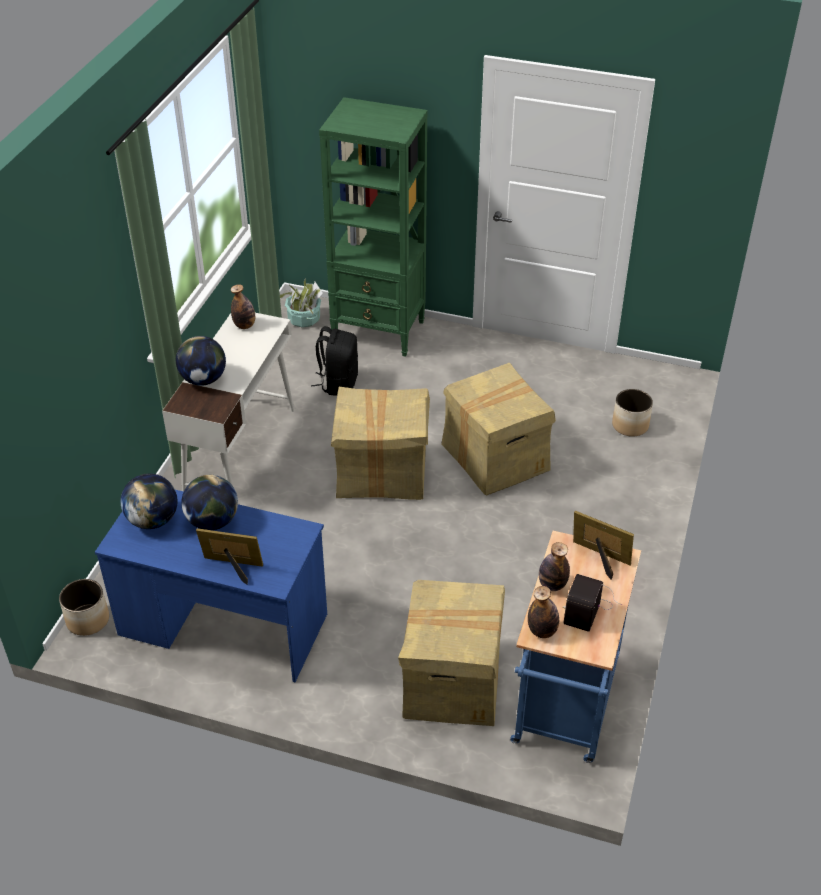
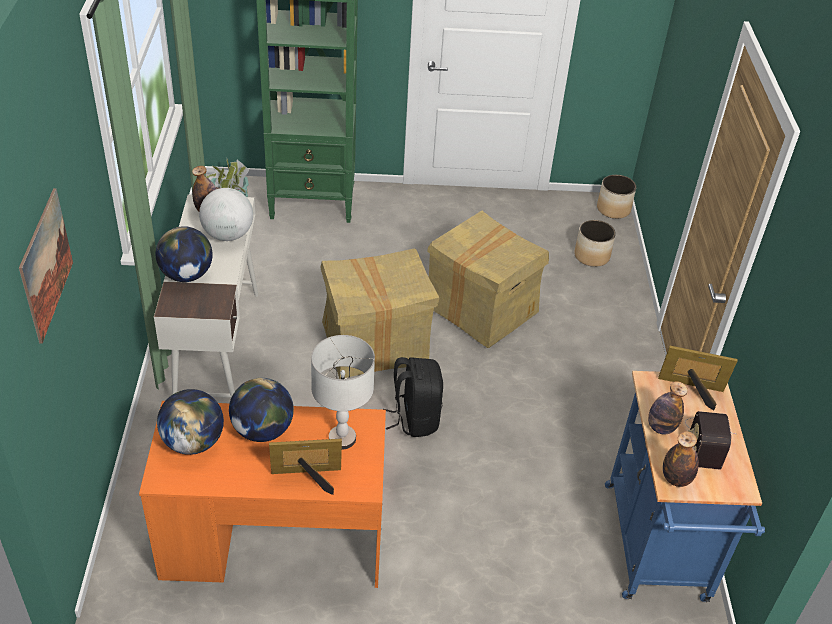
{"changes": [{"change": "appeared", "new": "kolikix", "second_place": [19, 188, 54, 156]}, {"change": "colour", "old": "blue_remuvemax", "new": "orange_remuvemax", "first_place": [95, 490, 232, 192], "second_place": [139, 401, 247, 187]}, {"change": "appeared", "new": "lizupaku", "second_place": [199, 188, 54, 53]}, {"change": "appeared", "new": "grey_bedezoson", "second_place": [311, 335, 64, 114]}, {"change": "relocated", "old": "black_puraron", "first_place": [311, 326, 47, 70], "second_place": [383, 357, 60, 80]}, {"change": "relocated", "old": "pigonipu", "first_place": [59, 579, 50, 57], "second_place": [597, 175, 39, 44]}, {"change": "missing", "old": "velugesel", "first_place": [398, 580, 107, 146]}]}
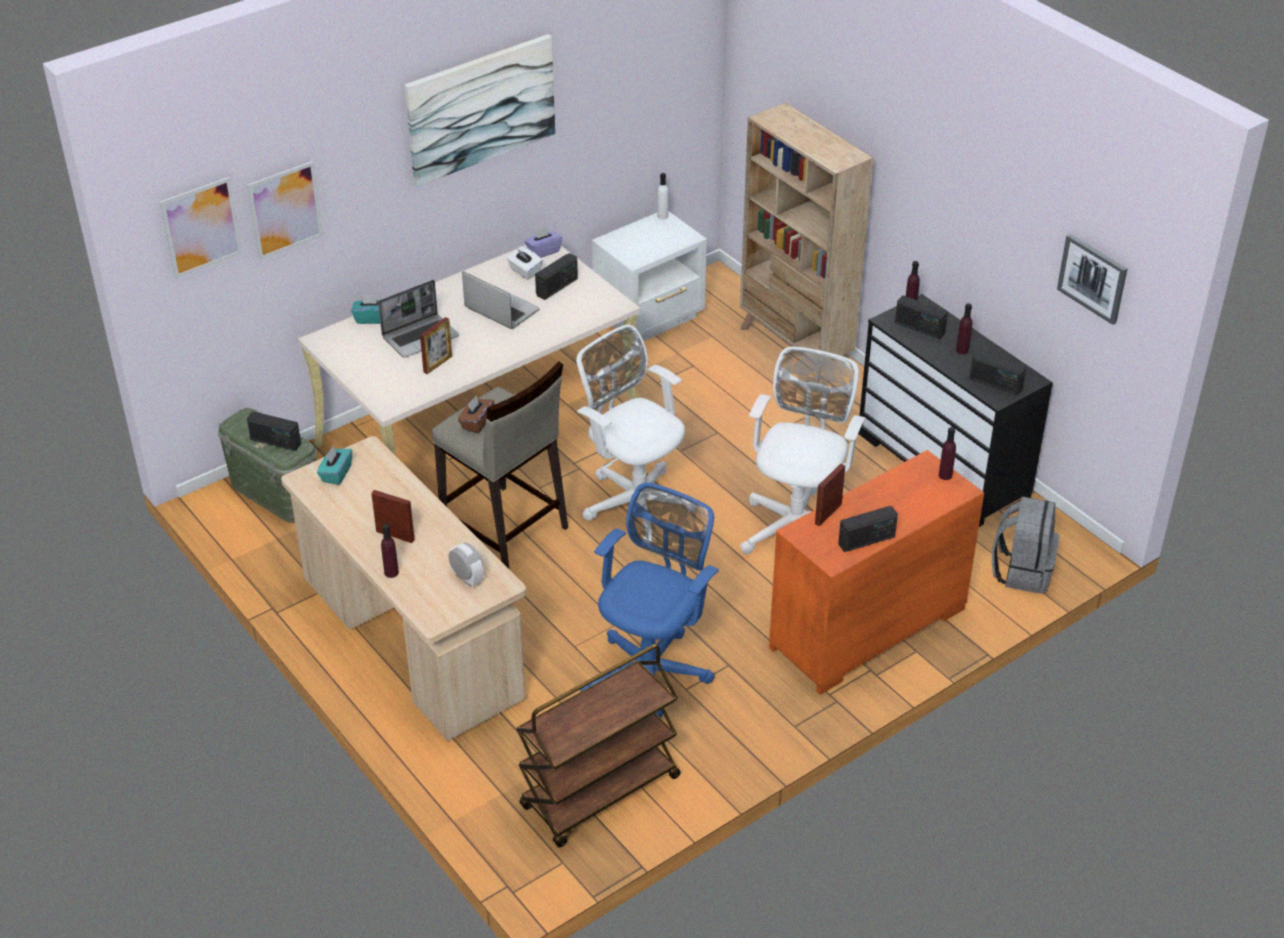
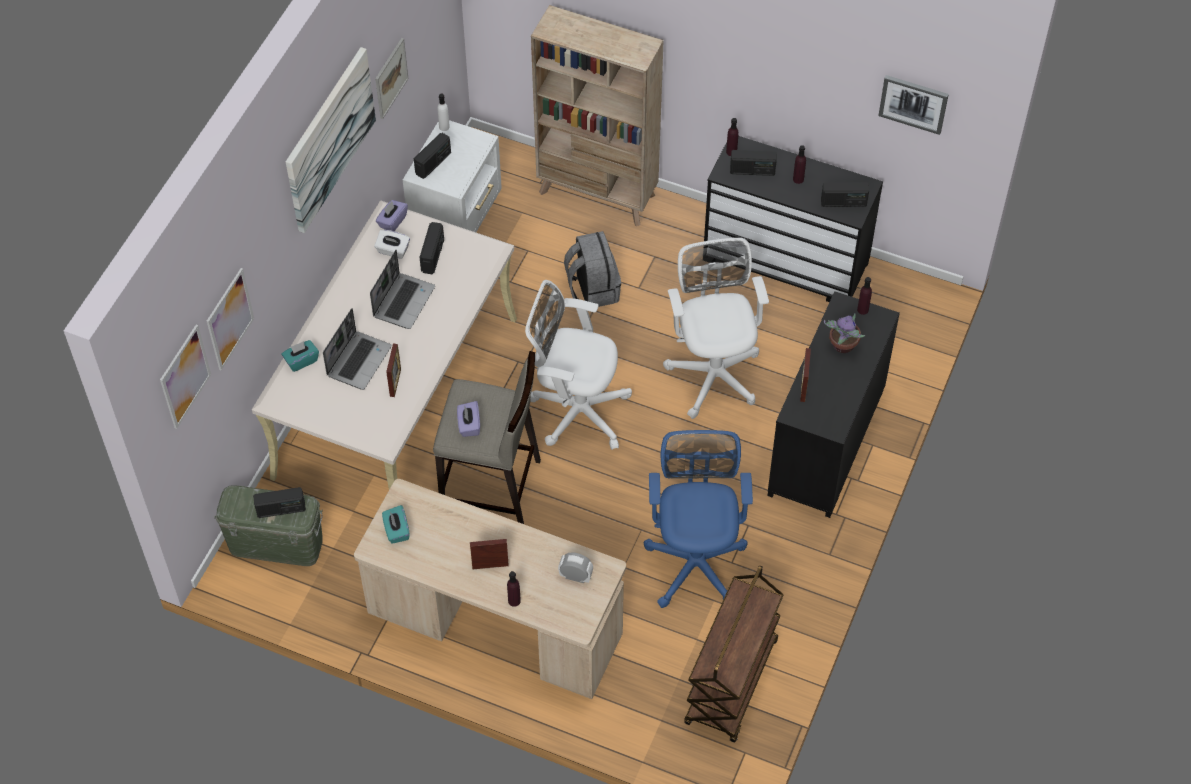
{"changes": [{"change": "spun", "old": "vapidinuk", "first_place": [462, 271, 78, 58], "second_place": [370, 250, 65, 79], "degrees": 105}, {"change": "appeared", "new": "kolikix", "second_place": [375, 38, 33, 81]}, {"change": "relocated", "old": "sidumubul", "first_place": [838, 506, 60, 46], "second_place": [414, 133, 37, 46]}, {"change": "colour", "old": "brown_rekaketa", "new": "purple_rekaketa", "first_place": [458, 396, 36, 37], "second_place": [457, 401, 23, 36]}, {"change": "relocated", "old": "grey_puraron", "first_place": [992, 496, 67, 98], "second_place": [564, 231, 57, 76]}, {"change": "colour", "old": "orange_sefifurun", "new": "black_sefifurun", "first_place": [769, 450, 215, 245], "second_place": [768, 291, 132, 227]}, {"change": "appeared", "new": "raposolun", "second_place": [824, 314, 41, 39]}]}
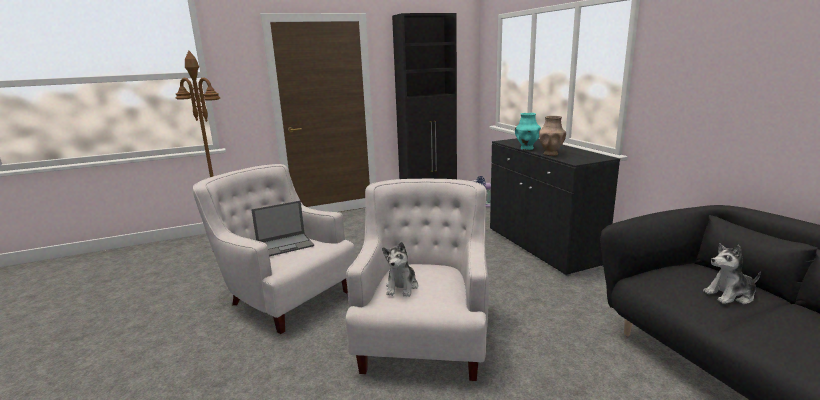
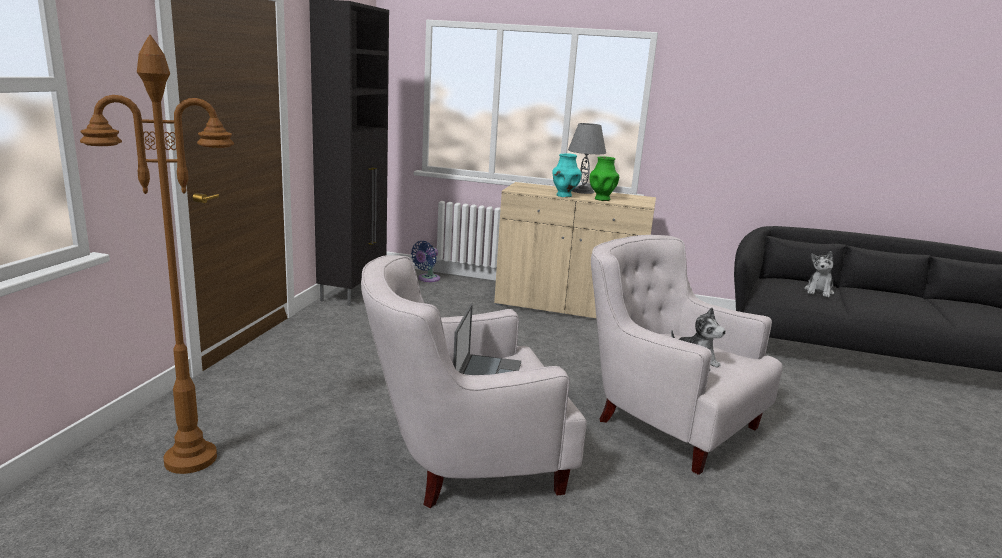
{"changes": [{"change": "colour", "old": "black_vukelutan", "new": "beige_vukelutan", "first_place": [490, 138, 130, 138], "second_place": [494, 182, 162, 136]}, {"change": "appeared", "new": "grey_bedezoson", "second_place": [568, 123, 38, 71]}, {"change": "colour", "old": "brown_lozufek", "new": "green_lozufek", "first_place": [539, 116, 27, 40], "second_place": [590, 156, 29, 45]}]}
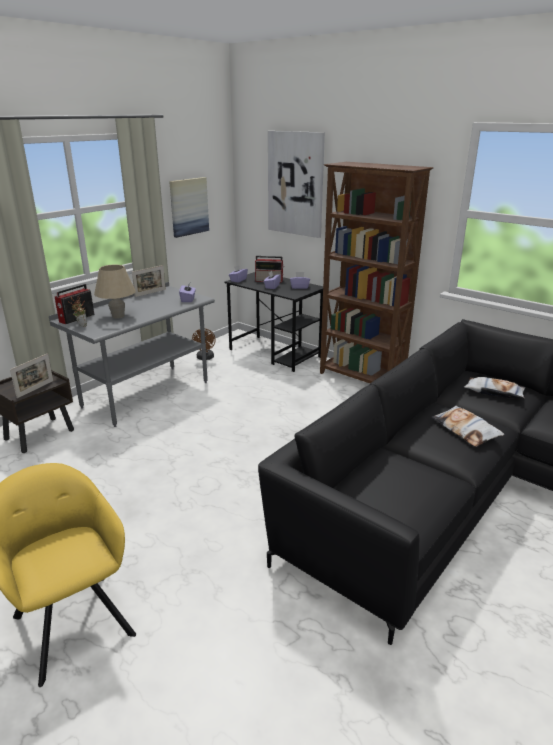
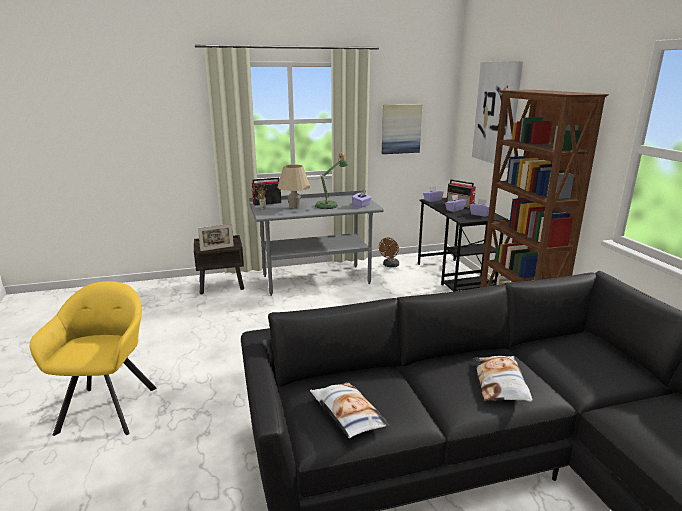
{"changes": [{"change": "relocated", "old": "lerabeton", "first_place": [464, 377, 61, 21], "second_place": [310, 383, 80, 55]}, {"change": "appeared", "new": "bedezoson", "second_place": [315, 152, 34, 57]}, {"change": "missing", "old": "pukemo", "first_place": [132, 265, 34, 32]}]}
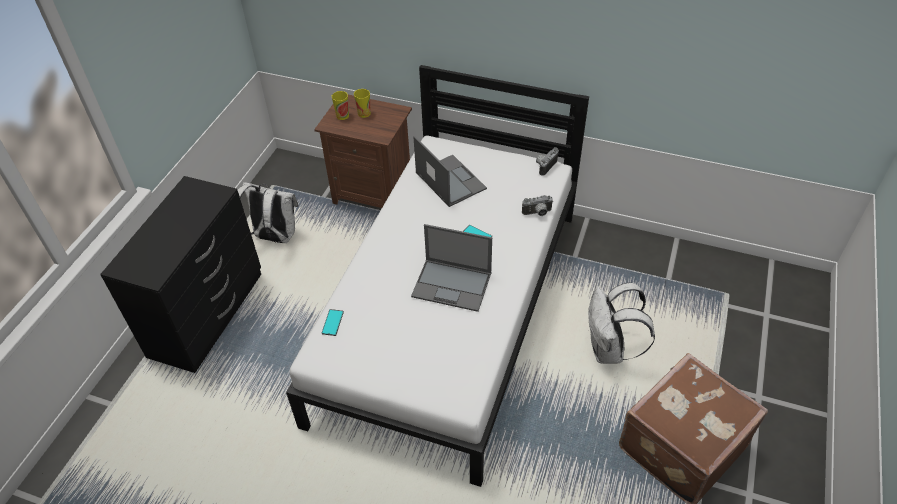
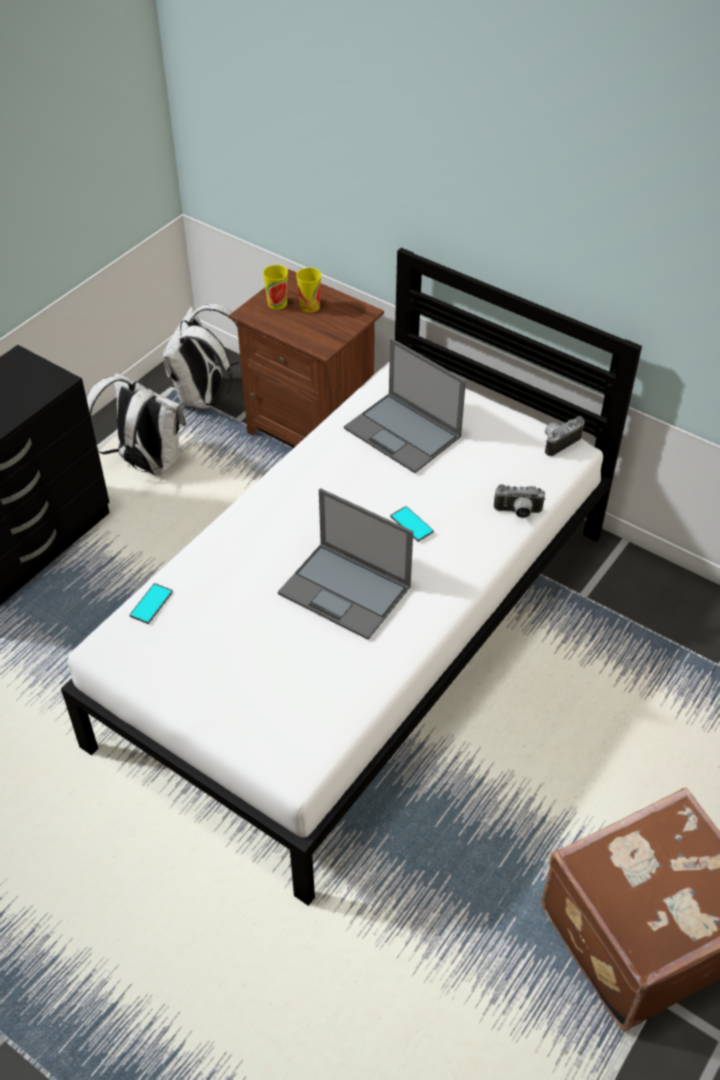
{"changes": [{"change": "relocated", "old": "white_puraron", "first_place": [588, 283, 67, 81], "second_place": [163, 304, 78, 105]}, {"change": "spun", "old": "vapidinuk", "first_place": [413, 136, 74, 71], "second_place": [344, 338, 122, 135], "degrees": 150}]}
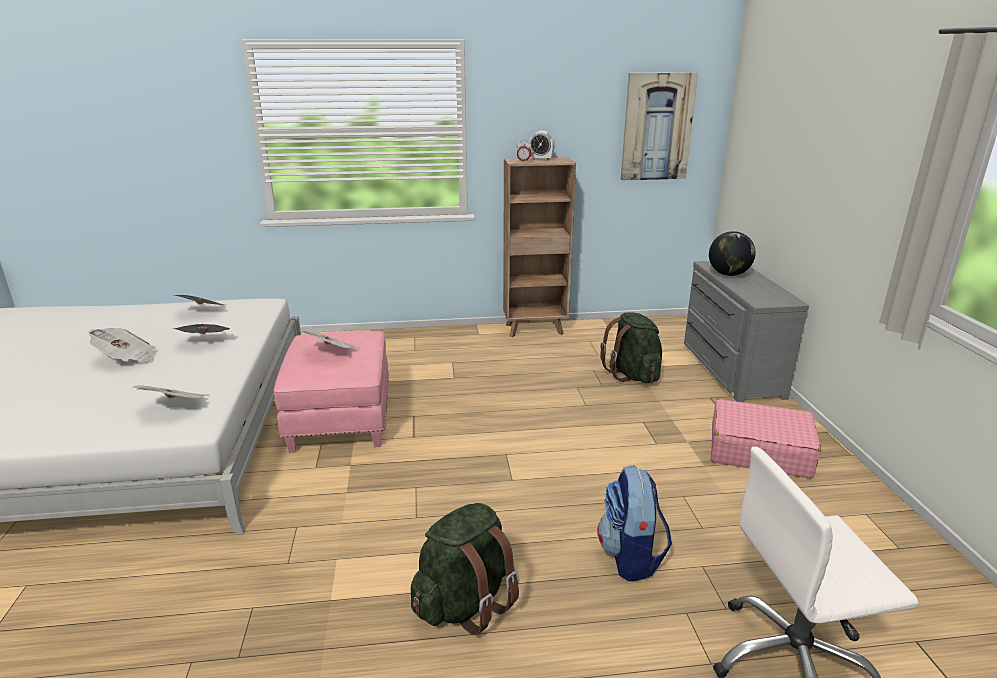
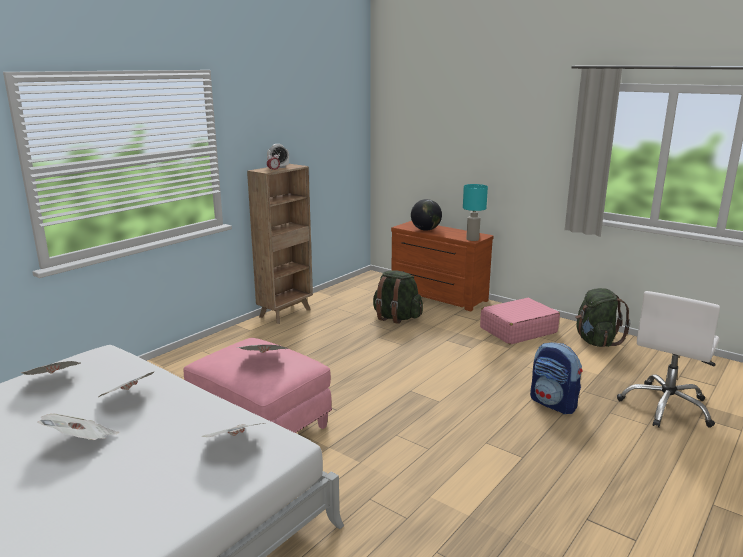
{"changes": [{"change": "colour", "old": "grey_sefifurun", "new": "brown_sefifurun", "first_place": [684, 261, 125, 141], "second_place": [391, 221, 103, 90]}, {"change": "appeared", "new": "turquoise_bedezoson", "second_place": [463, 184, 25, 57]}, {"change": "relocated", "old": "green_puraron", "first_place": [411, 503, 108, 132], "second_place": [575, 288, 55, 59]}, {"change": "missing", "old": "kolikix", "first_place": [621, 73, 77, 107]}]}
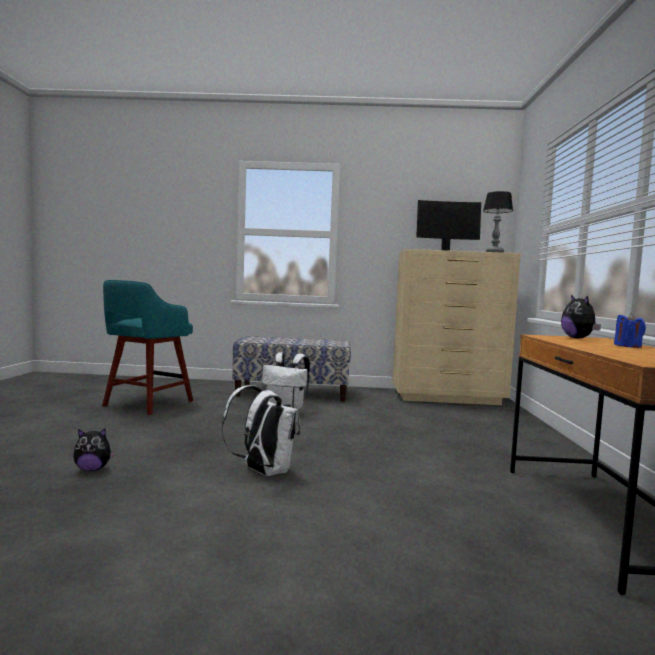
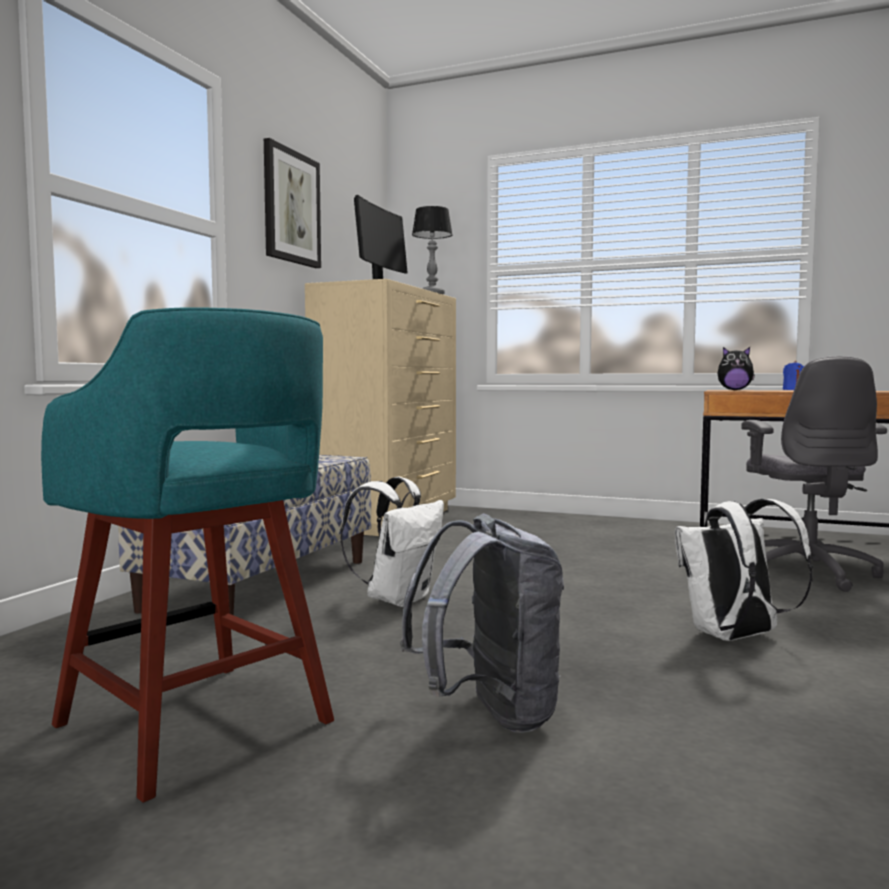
{"changes": [{"change": "appeared", "new": "kolikix", "second_place": [264, 138, 57, 130]}, {"change": "appeared", "new": "grey_puraron", "second_place": [400, 513, 164, 220]}, {"change": "appeared", "new": "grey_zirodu", "second_place": [741, 356, 146, 236]}, {"change": "missing", "old": "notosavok", "first_place": [73, 428, 43, 43]}]}
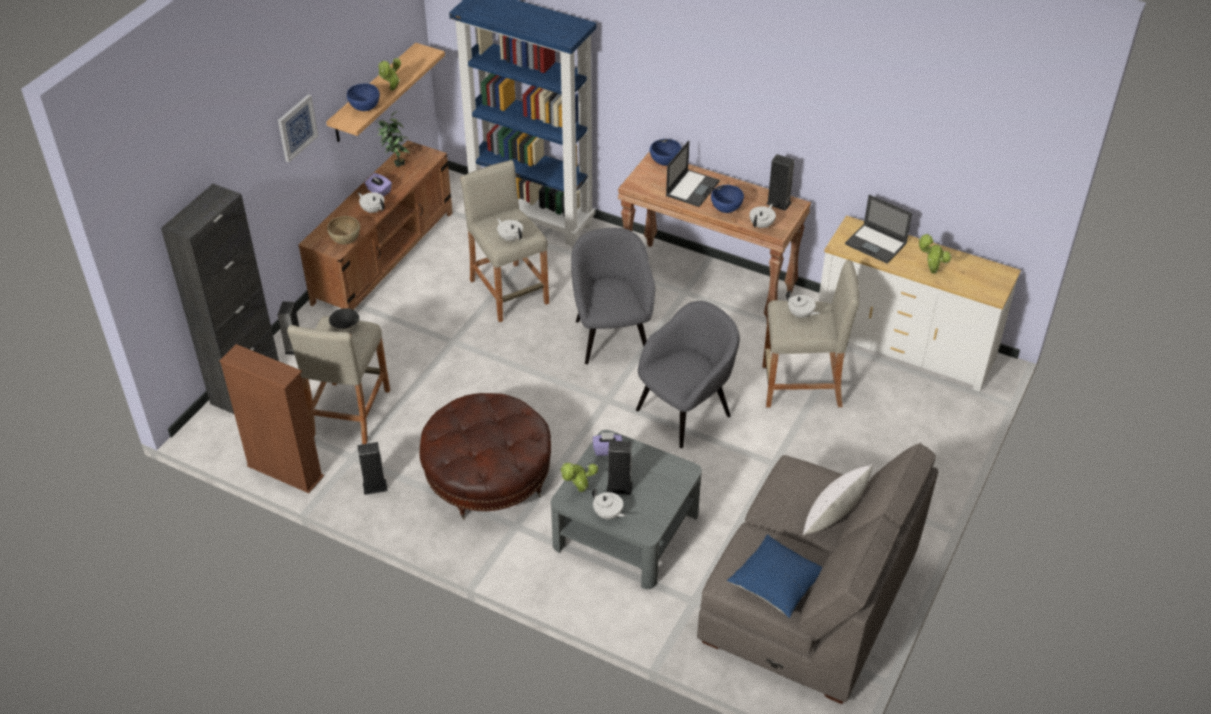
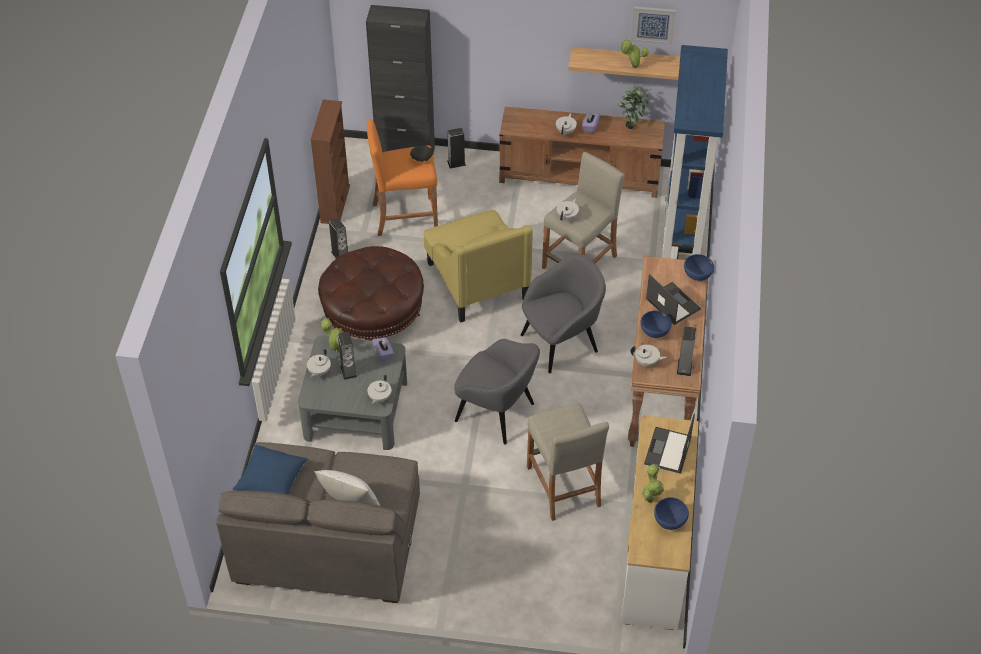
{"changes": [{"change": "colour", "old": "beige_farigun", "new": "orange_farigun", "first_place": [287, 316, 103, 128], "second_place": [367, 119, 71, 117]}, {"change": "relocated", "old": "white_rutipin", "first_place": [786, 290, 34, 28], "second_place": [367, 375, 24, 29]}, {"change": "appeared", "new": "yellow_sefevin", "second_place": [424, 210, 109, 113]}, {"change": "relocated", "old": "kolikix", "first_place": [278, 94, 40, 69], "second_place": [631, 6, 45, 39]}, {"change": "spun", "old": "vapidinuk", "first_place": [666, 141, 54, 66], "second_place": [646, 274, 55, 51], "degrees": -135}, {"change": "relocated", "old": "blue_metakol", "first_place": [347, 83, 33, 28], "second_place": [654, 497, 35, 33]}, {"change": "missing", "old": "brown_metakol", "first_place": [327, 216, 33, 28]}]}
